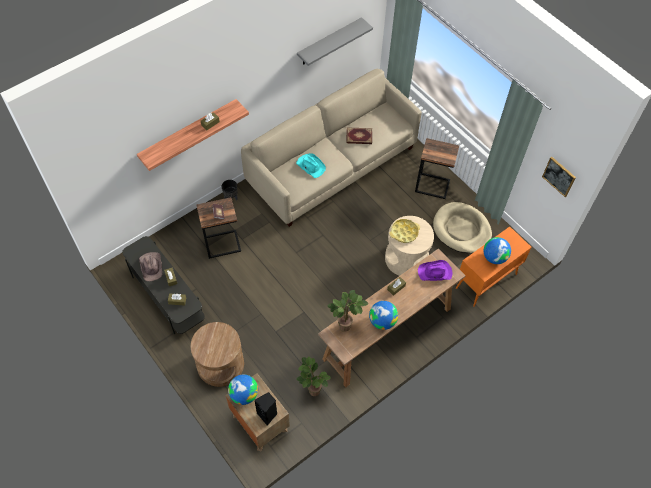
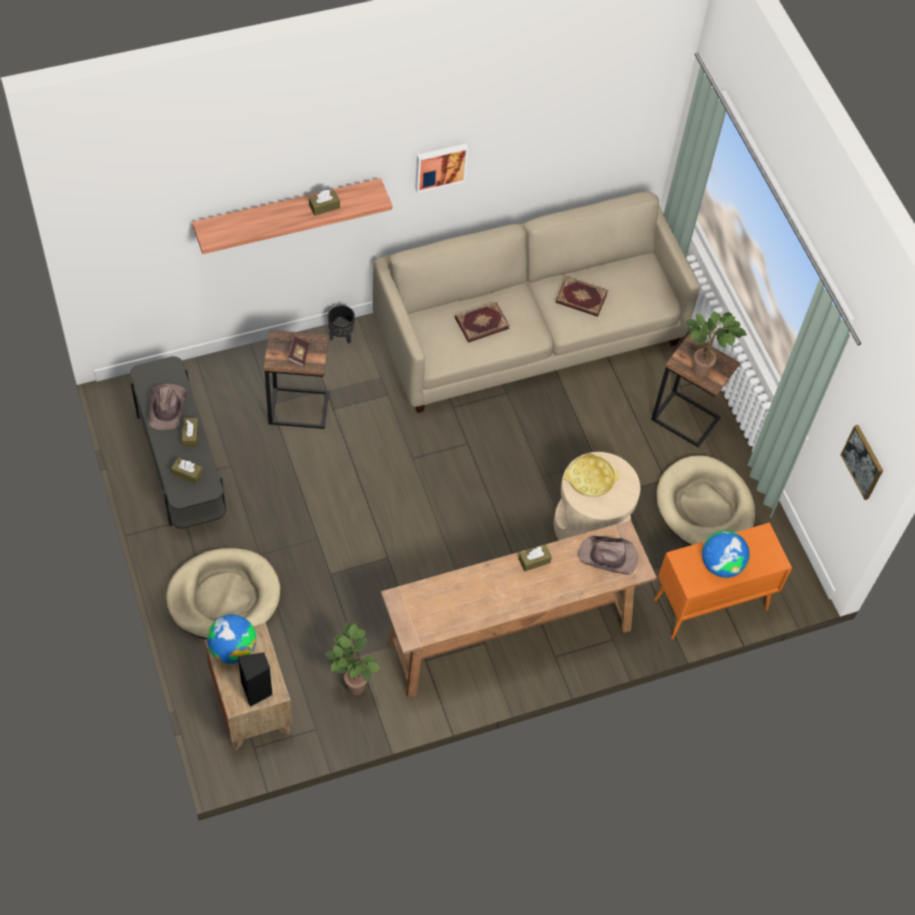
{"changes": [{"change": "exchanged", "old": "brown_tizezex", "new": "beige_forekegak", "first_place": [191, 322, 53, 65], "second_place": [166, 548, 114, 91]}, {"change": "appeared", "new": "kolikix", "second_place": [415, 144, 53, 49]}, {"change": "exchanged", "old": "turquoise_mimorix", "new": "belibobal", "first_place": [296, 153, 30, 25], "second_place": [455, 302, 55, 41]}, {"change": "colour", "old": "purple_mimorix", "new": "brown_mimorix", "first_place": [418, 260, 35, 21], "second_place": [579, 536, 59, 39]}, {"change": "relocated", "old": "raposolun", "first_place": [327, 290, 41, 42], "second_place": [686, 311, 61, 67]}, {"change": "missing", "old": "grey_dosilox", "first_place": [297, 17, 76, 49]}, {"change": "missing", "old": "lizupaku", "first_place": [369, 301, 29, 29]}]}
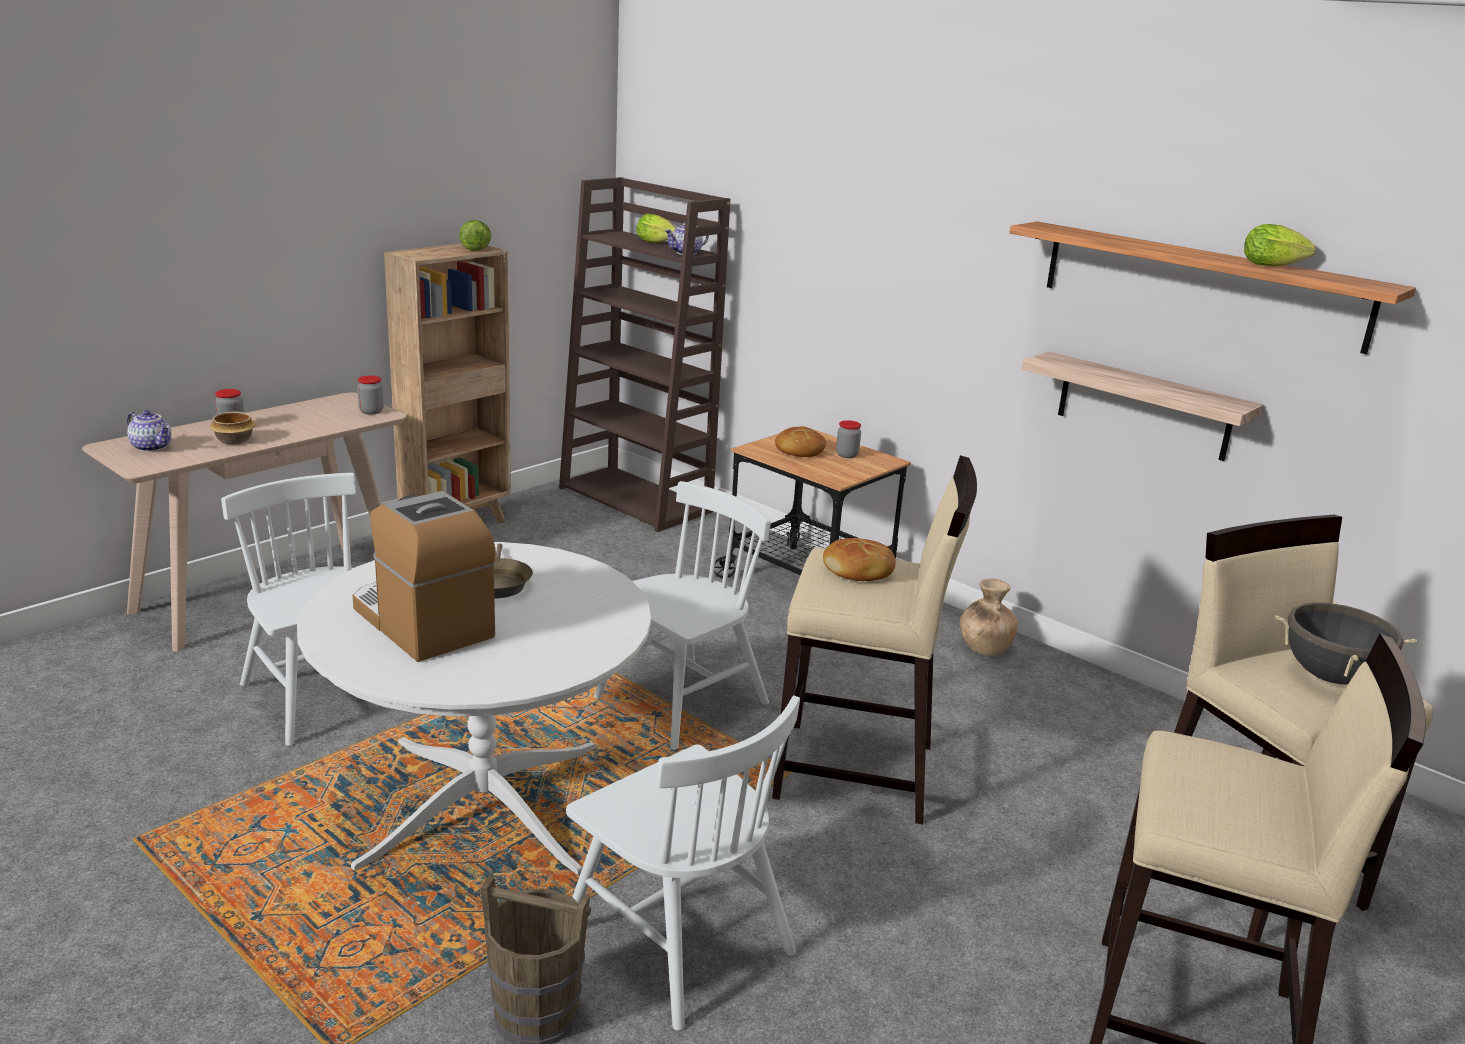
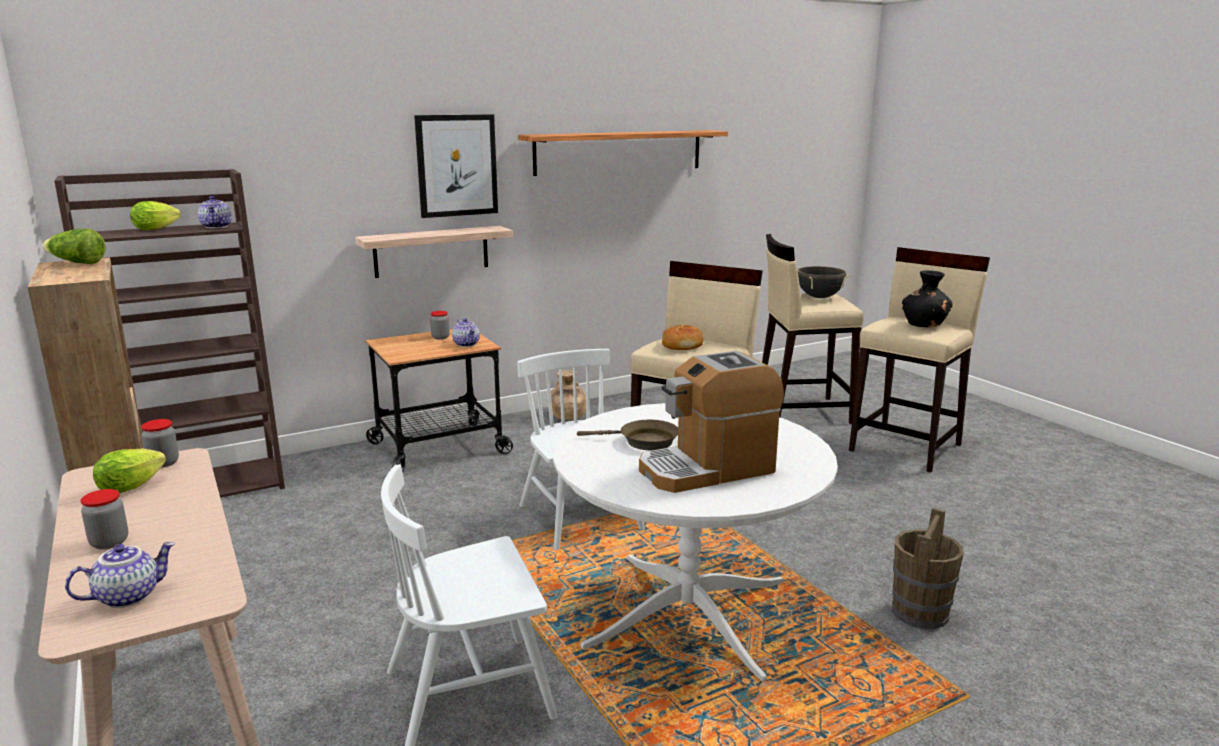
{"changes": [{"change": "relocated", "old": "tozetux", "first_place": [1244, 224, 71, 42], "second_place": [93, 449, 73, 44]}, {"change": "relocated", "old": "dosilox", "first_place": [1022, 352, 242, 109], "second_place": [355, 226, 158, 52]}, {"change": "appeared", "new": "kolikix", "second_place": [414, 114, 84, 104]}, {"change": "appeared", "new": "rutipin", "second_place": [452, 318, 28, 29]}, {"change": "appeared", "new": "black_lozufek", "second_place": [902, 271, 51, 56]}, {"change": "missing", "old": "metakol", "first_place": [209, 412, 47, 33]}, {"change": "missing", "old": "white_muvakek", "first_place": [566, 695, 234, 336]}, {"change": "missing", "old": "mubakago", "first_place": [775, 426, 51, 31]}]}
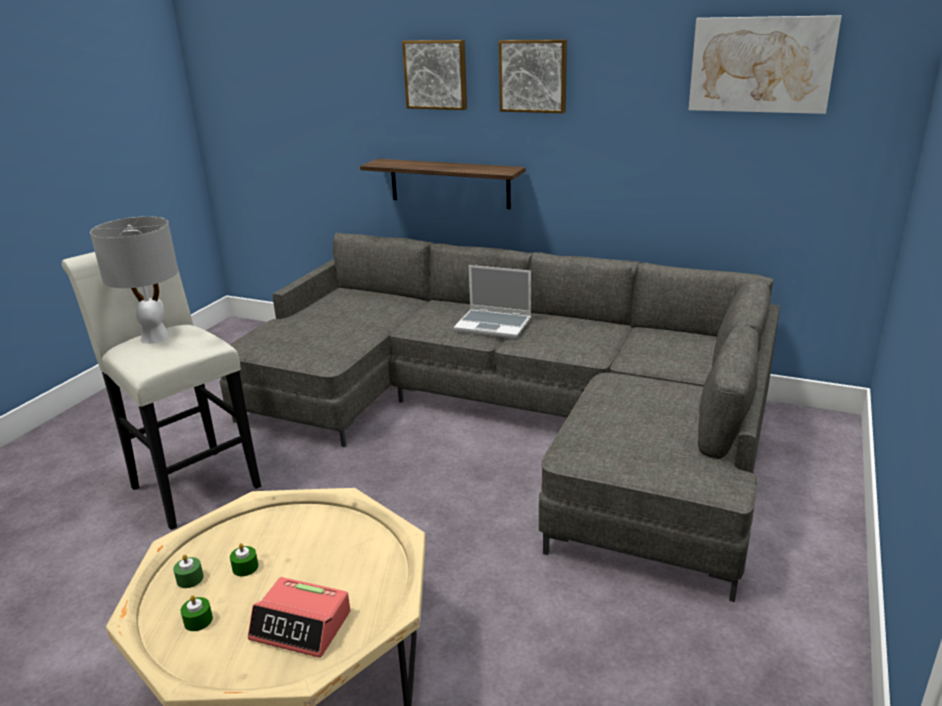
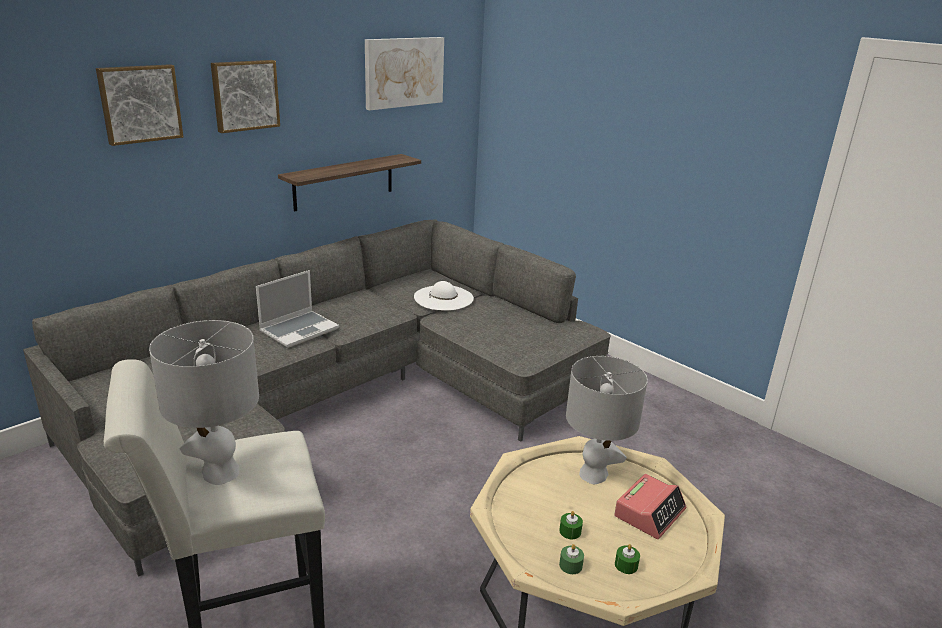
{"changes": [{"change": "relocated", "old": "dosilox", "first_place": [360, 159, 165, 50], "second_place": [278, 154, 143, 58]}, {"change": "appeared", "new": "white_mimorix", "second_place": [414, 281, 60, 29]}, {"change": "appeared", "new": "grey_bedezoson", "second_place": [566, 356, 82, 128]}]}
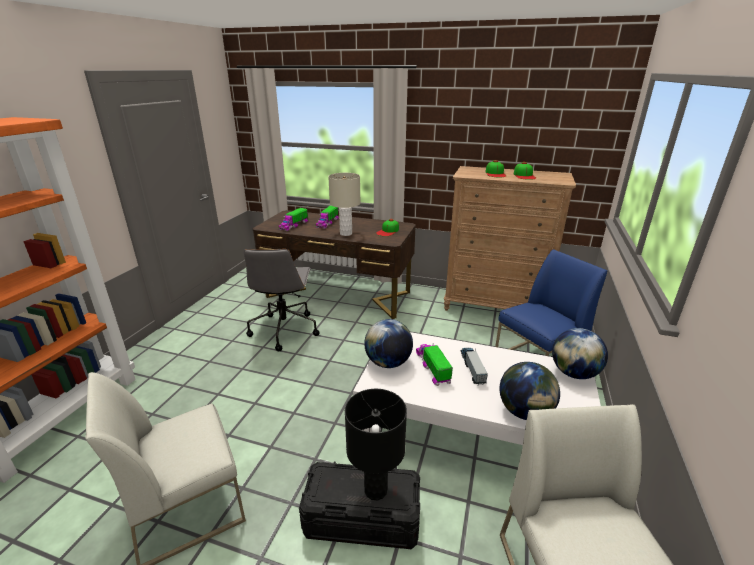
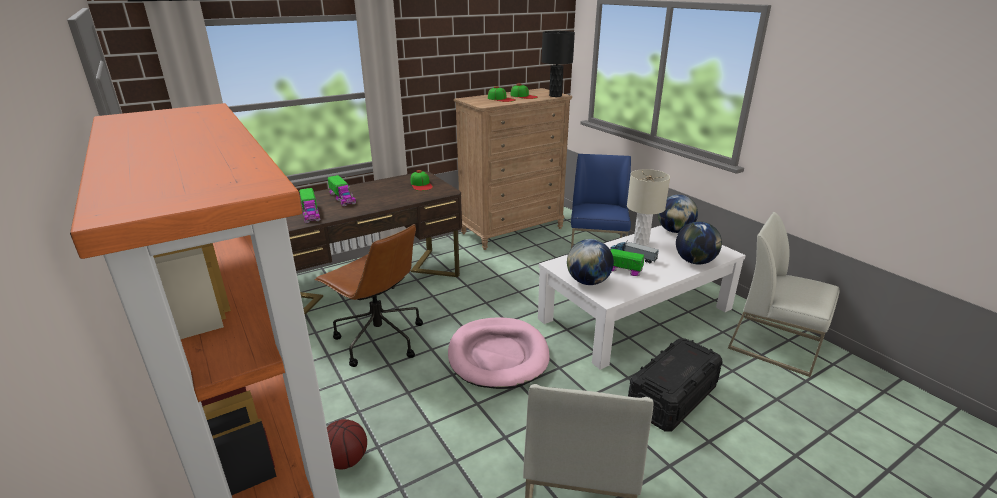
{"changes": [{"change": "colour", "old": "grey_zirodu", "new": "brown_zirodu", "first_place": [244, 249, 76, 102], "second_place": [315, 224, 108, 143]}, {"change": "appeared", "new": "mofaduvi", "second_place": [327, 419, 40, 50]}, {"change": "appeared", "new": "pink_forekegak", "second_place": [448, 317, 102, 72]}, {"change": "relocated", "old": "black_bedezoson", "first_place": [345, 389, 62, 112], "second_place": [542, 31, 33, 66]}, {"change": "relocated", "old": "beige_bedezoson", "first_place": [328, 173, 33, 63], "second_place": [627, 169, 43, 77]}]}
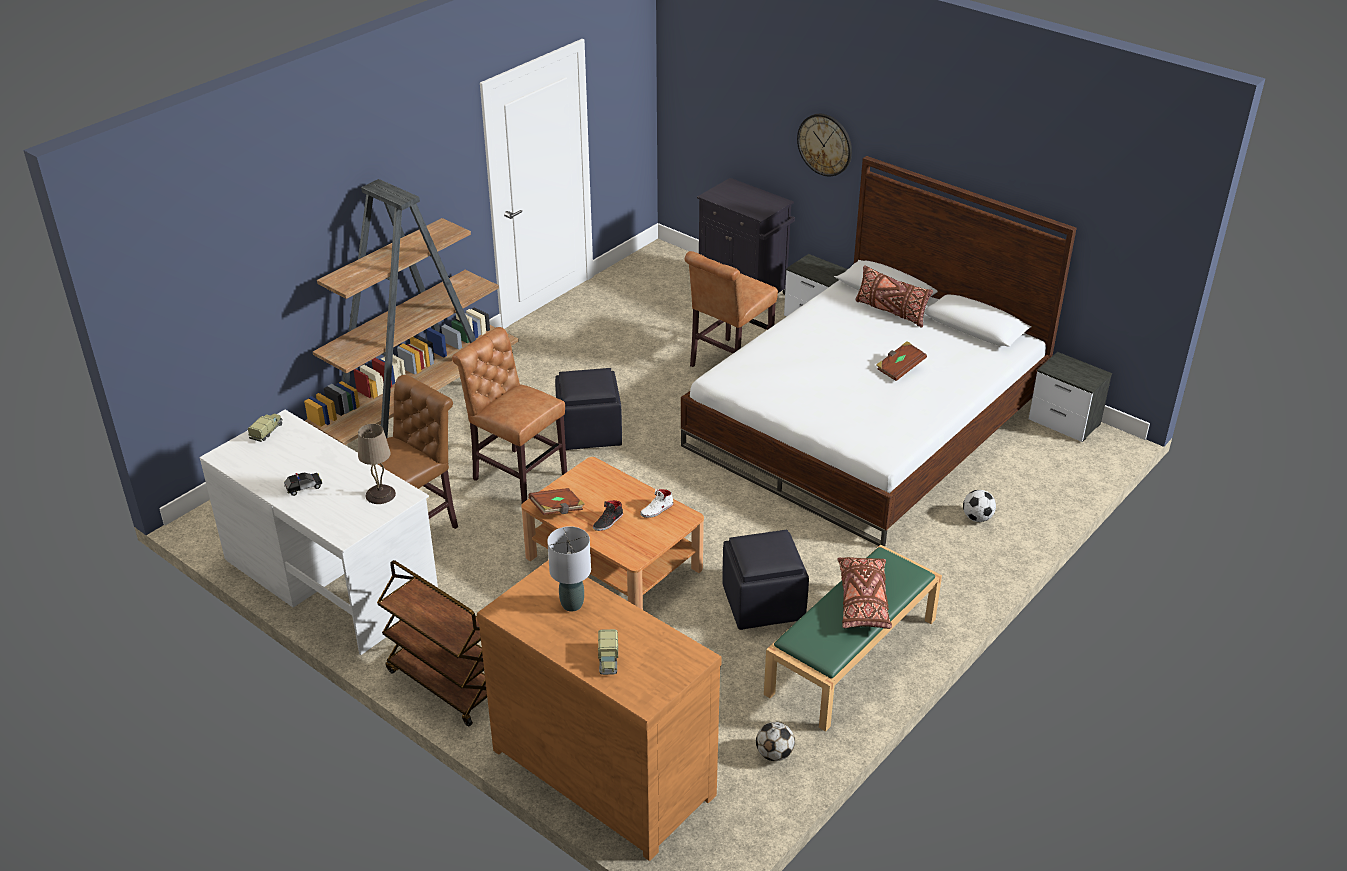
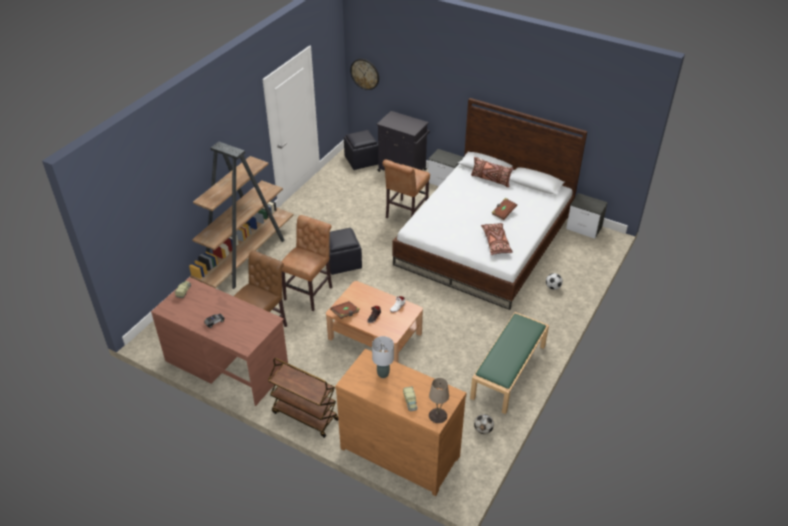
{"changes": [{"change": "colour", "old": "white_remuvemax", "new": "brown_remuvemax", "first_place": [199, 410, 239, 245], "second_place": [151, 277, 137, 129]}, {"change": "spun", "old": "brown_muvakek", "first_place": [452, 327, 115, 176], "second_place": [281, 215, 51, 96], "degrees": 90}, {"change": "relocated", "old": "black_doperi", "first_place": [723, 530, 86, 100], "second_place": [344, 130, 34, 40]}, {"change": "relocated", "old": "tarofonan", "first_place": [797, 114, 55, 62], "second_place": [350, 59, 29, 31]}, {"change": "relocated", "old": "beige_bedezoson", "first_place": [358, 424, 38, 80], "second_place": [429, 378, 20, 45]}, {"change": "relocated", "old": "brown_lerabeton", "first_place": [837, 557, 55, 72], "second_place": [481, 223, 31, 32]}]}
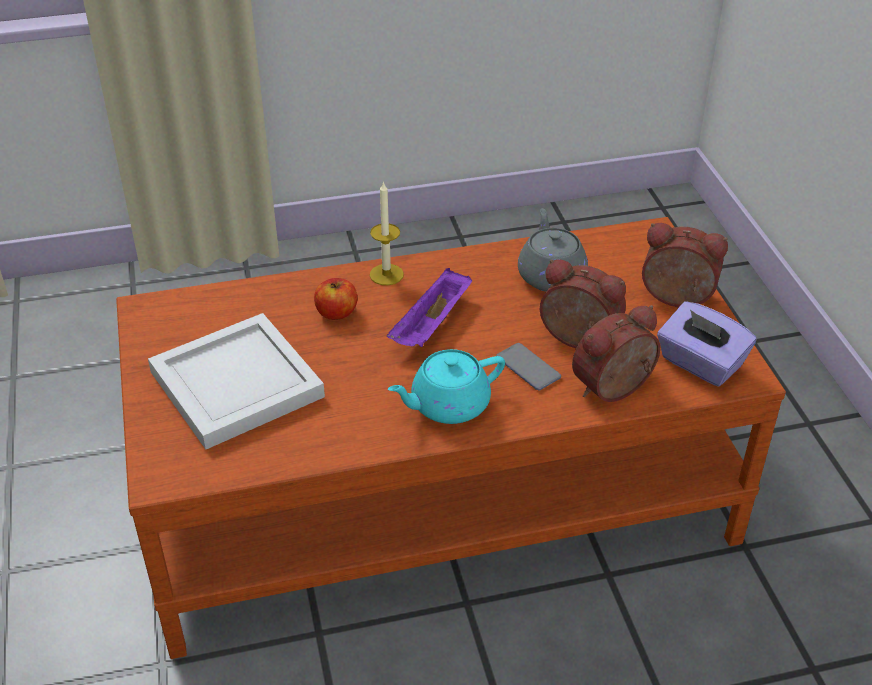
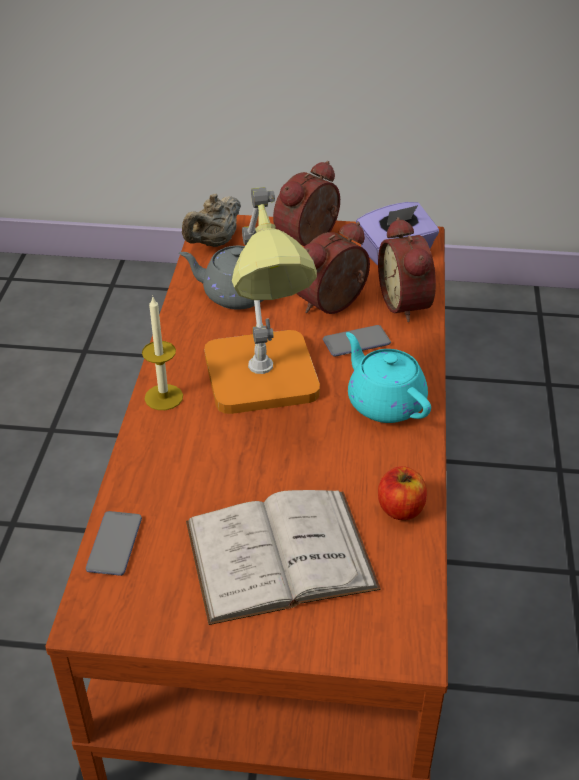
{"changes": [{"change": "appeared", "new": "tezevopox", "second_place": [86, 511, 56, 65]}, {"change": "appeared", "new": "beige_rutipin", "second_place": [182, 194, 59, 53]}, {"change": "exchanged", "old": "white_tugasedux", "new": "white_belibobal", "first_place": [148, 313, 177, 136], "second_place": [186, 490, 195, 135]}, {"change": "exchanged", "old": "purple_tugasedux", "new": "bedezoson", "first_place": [387, 268, 85, 79], "second_place": [204, 187, 116, 227]}, {"change": "spun", "old": "turquoise_rutipin", "first_place": [388, 349, 117, 75], "second_place": [346, 332, 85, 91], "degrees": 150}, {"change": "relocated", "old": "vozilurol", "first_place": [314, 278, 43, 42], "second_place": [378, 466, 49, 54]}]}
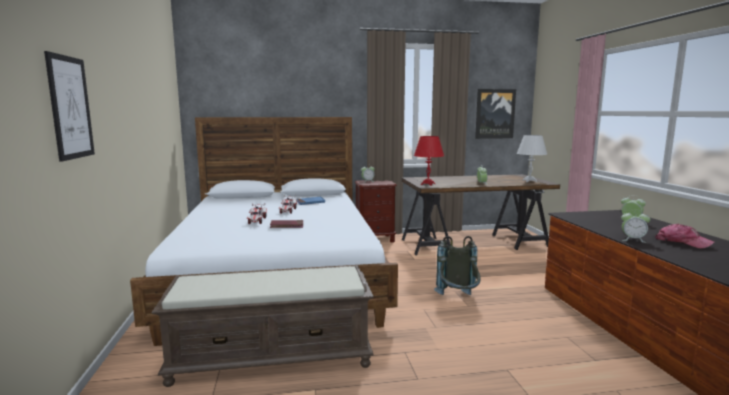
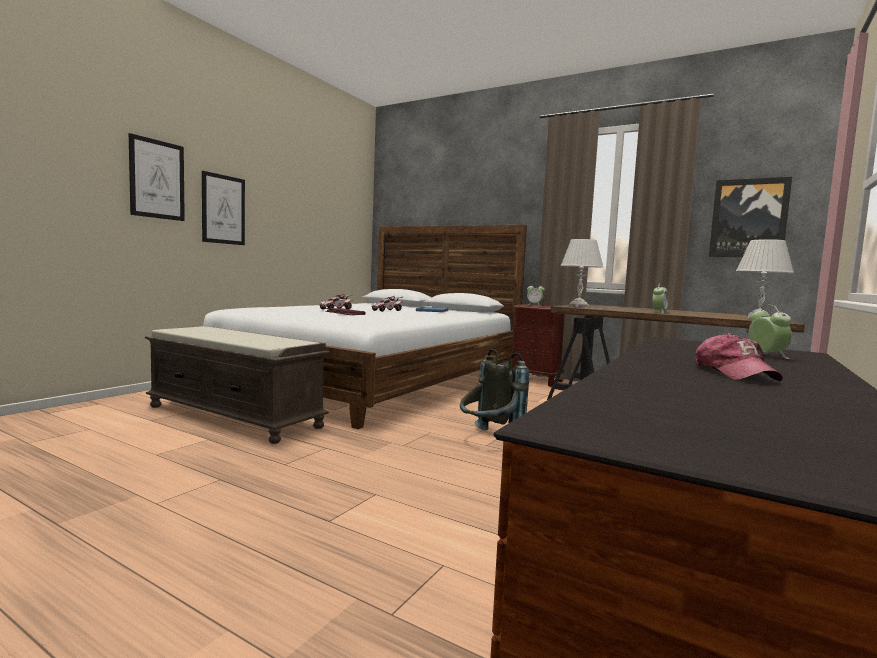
{"changes": [{"change": "appeared", "new": "kolikix", "second_place": [202, 171, 43, 74]}, {"change": "colour", "old": "red_bedezoson", "new": "white_bedezoson", "first_place": [414, 136, 30, 50], "second_place": [560, 239, 43, 68]}, {"change": "missing", "old": "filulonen", "first_place": [621, 211, 29, 32]}]}
